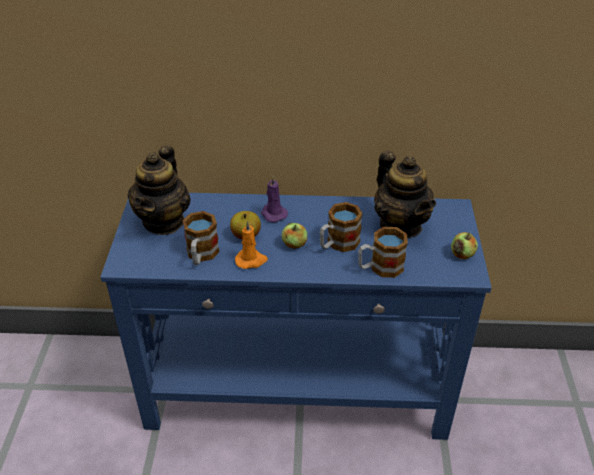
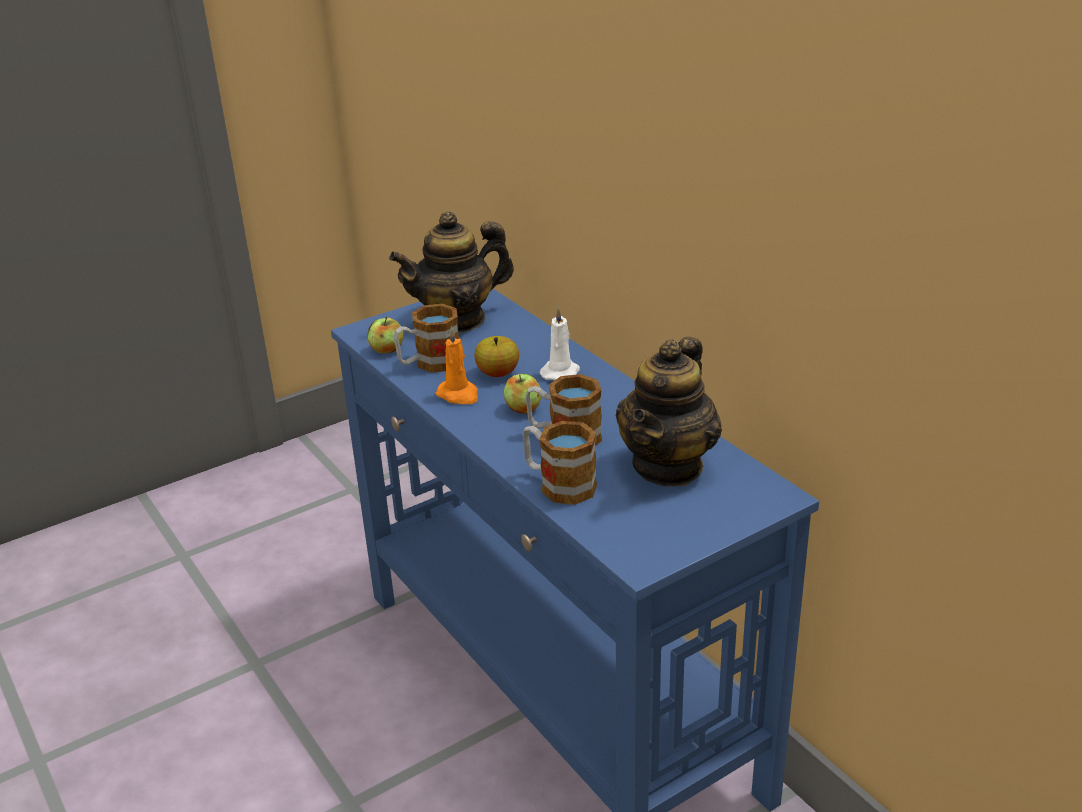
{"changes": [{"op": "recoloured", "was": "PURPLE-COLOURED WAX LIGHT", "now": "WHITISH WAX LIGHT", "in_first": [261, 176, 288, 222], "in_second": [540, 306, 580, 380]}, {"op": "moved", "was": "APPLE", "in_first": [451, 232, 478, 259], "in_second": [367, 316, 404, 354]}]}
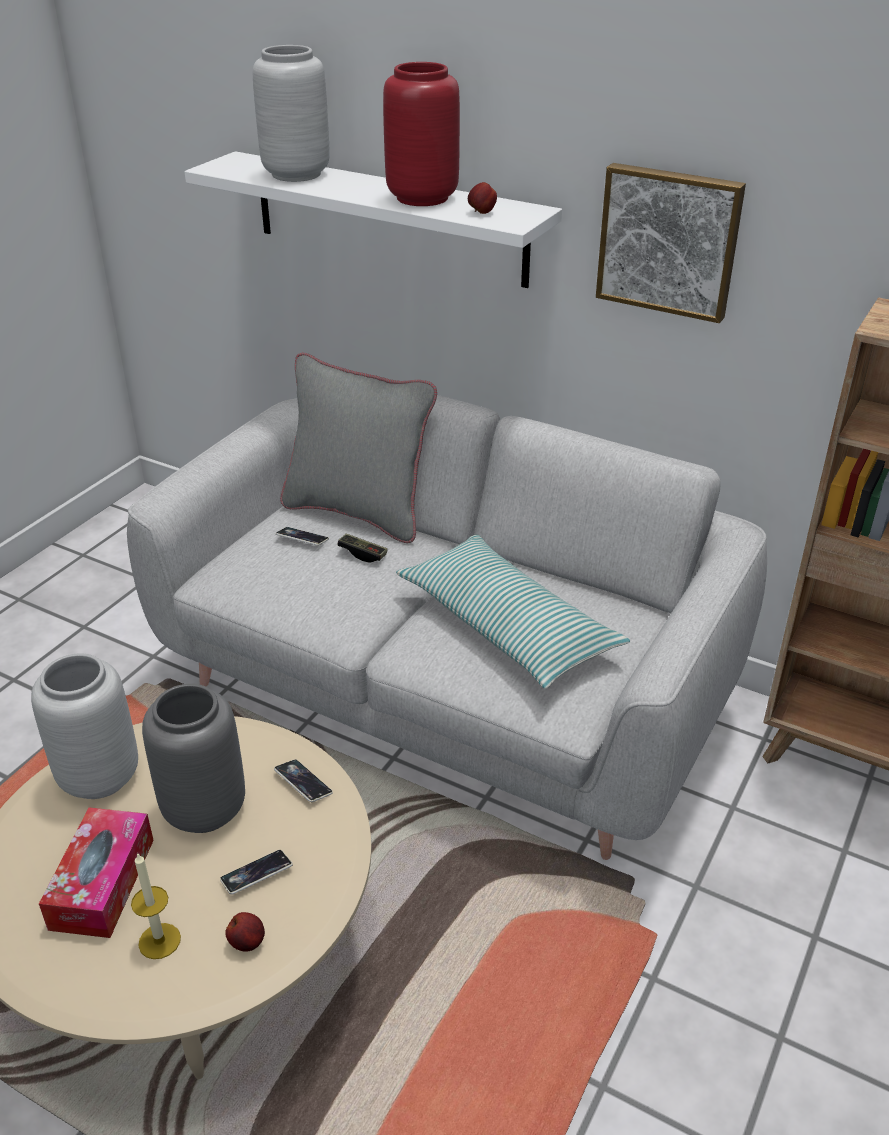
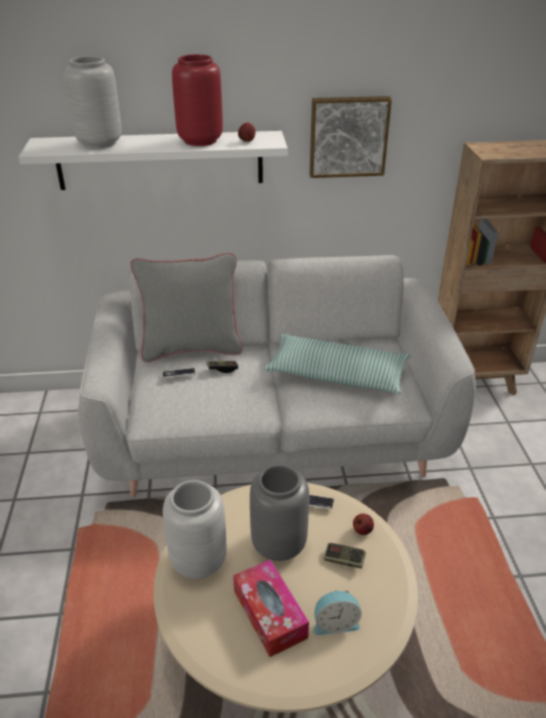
{"changes": [{"op": "replaced", "was": "WAX LIGHT", "now": "ALARM CLOCK", "in_first": [131, 853, 181, 959], "in_second": [314, 590, 362, 635]}, {"op": "replaced", "was": "HANDSET", "now": "GAMEPAD", "in_first": [220, 850, 293, 895], "in_second": [324, 543, 366, 569]}, {"op": "moved", "was": "APPLE", "in_first": [225, 912, 265, 952], "in_second": [353, 514, 374, 535]}]}
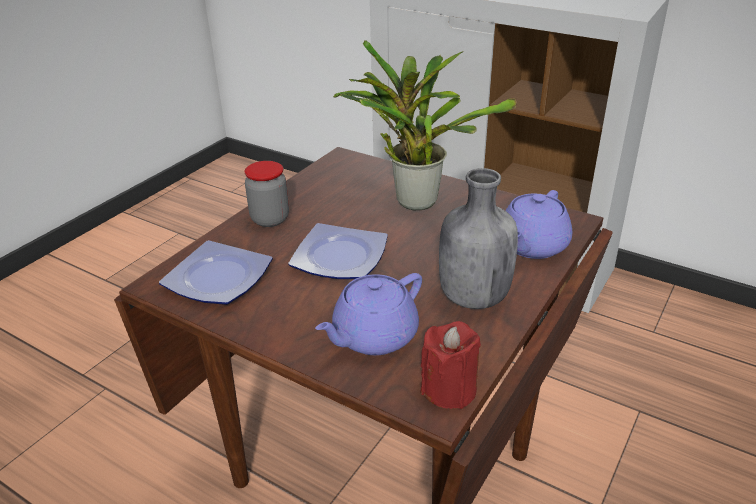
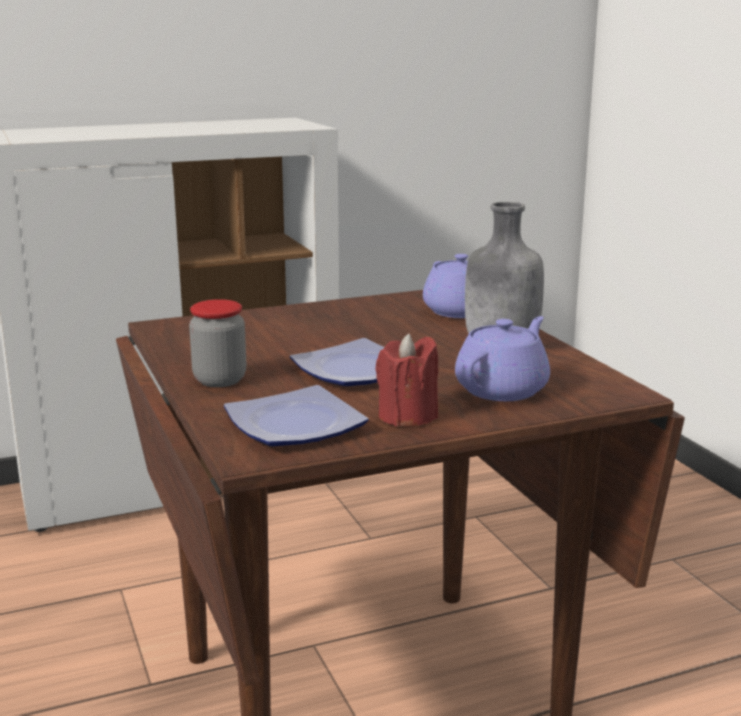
{"changes": [{"op": "turned", "was": "PURPLE-COLOURED TEA POT", "in_first": [315, 273, 422, 355], "in_second": [455, 316, 550, 401], "clockwise": -135}, {"op": "removed", "was": "POTTED PLANT", "in_first": [333, 40, 517, 210]}, {"op": "moved", "was": "RED WAX LIGHT", "in_first": [421, 321, 481, 409], "in_second": [375, 333, 438, 427]}]}
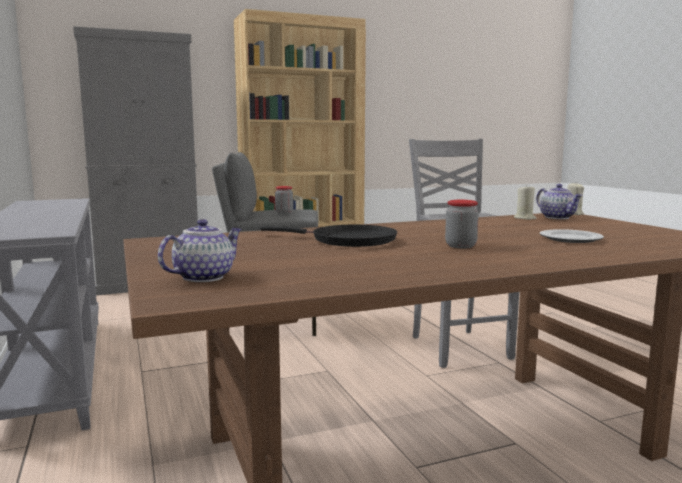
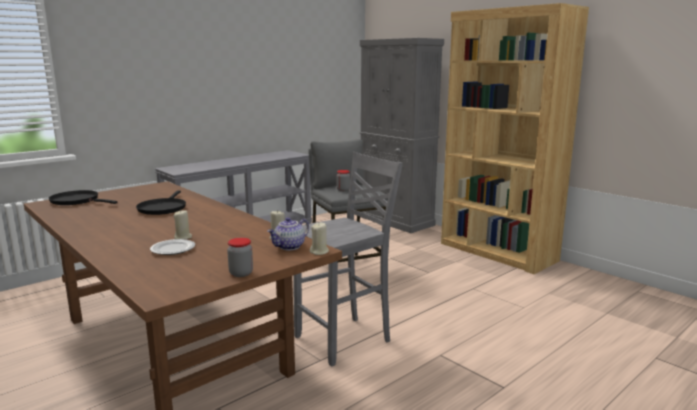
{"changes": [{"op": "replaced", "was": "TEA POT", "now": "BLACK-COLOURED FRYING PAN", "in_first": [158, 219, 242, 282], "in_second": [48, 190, 117, 205]}, {"op": "moved", "was": "JAR", "in_first": [445, 200, 479, 248], "in_second": [227, 238, 253, 277]}, {"op": "added", "now": "BEIGE WAX LIGHT", "in_second": [174, 210, 192, 239]}]}
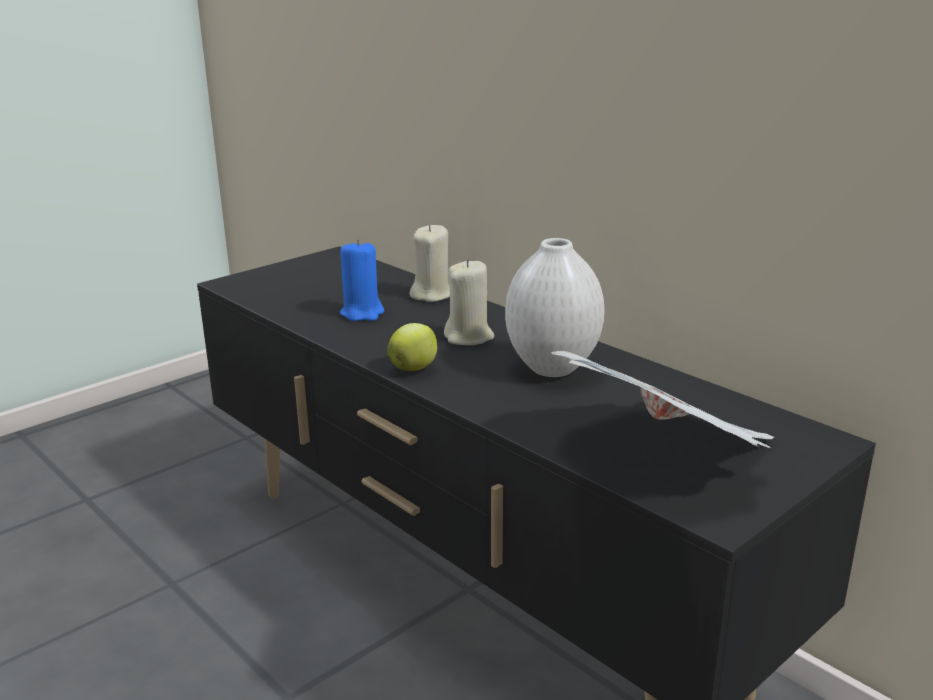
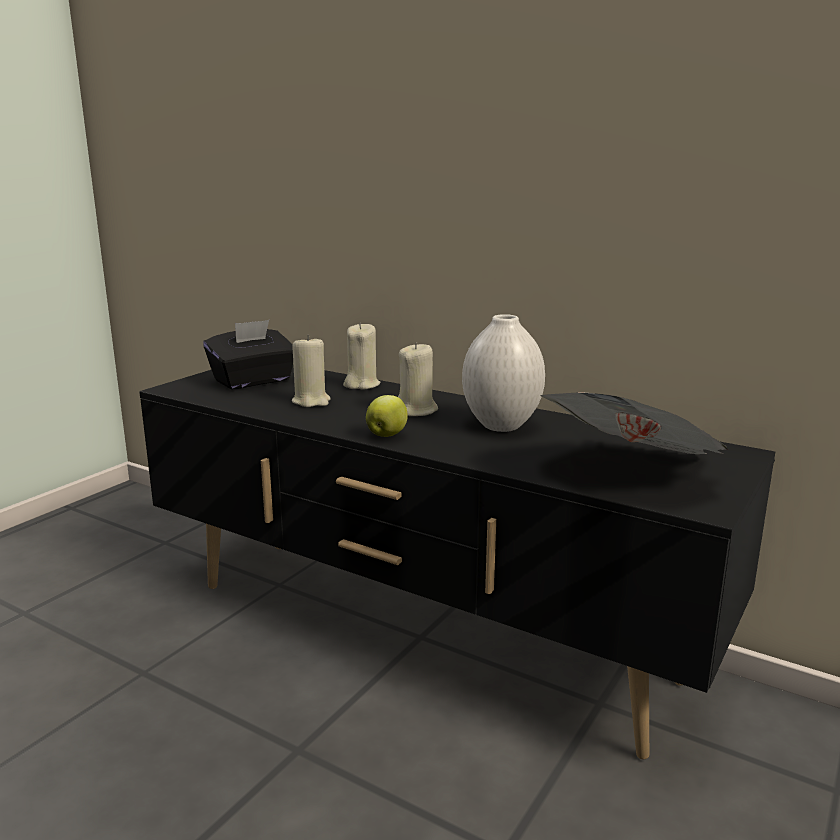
{"changes": [{"op": "recoloured", "was": "BLUE-COLOURED WAX LIGHT", "now": "BEIGE WAX LIGHT", "in_first": [340, 239, 384, 321], "in_second": [292, 335, 331, 407]}, {"op": "added", "now": "BLACK-COLOURED TISSUE HOLDER", "in_second": [203, 320, 293, 389]}]}
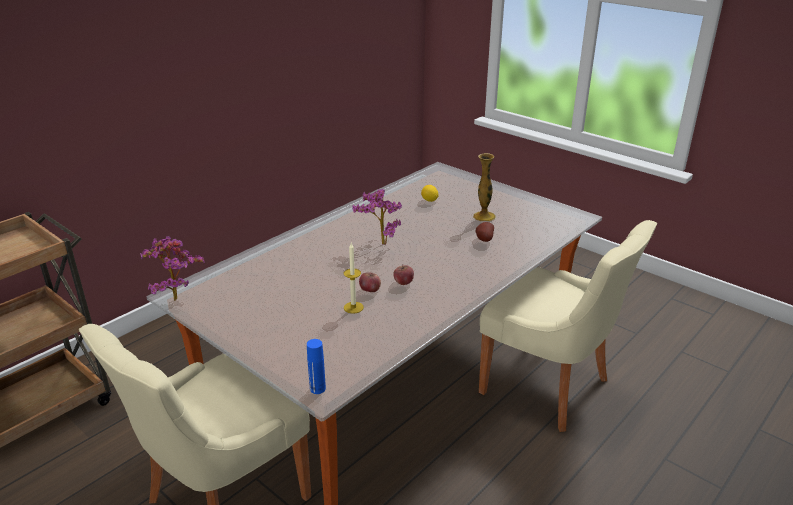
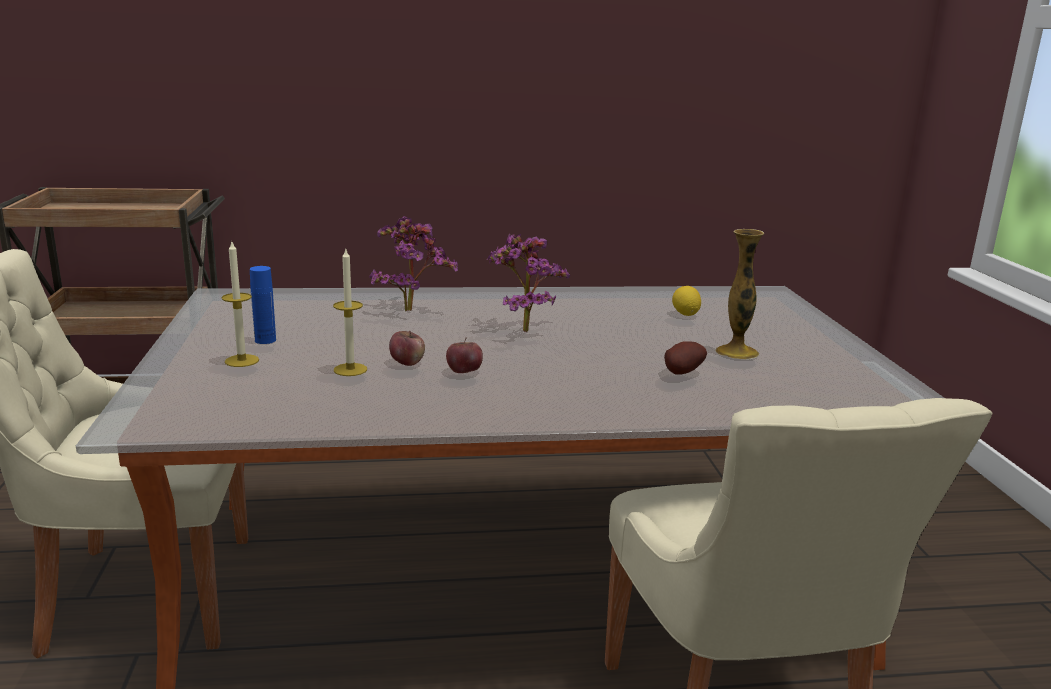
{"changes": [{"op": "moved", "was": "POTTED PLANT", "in_first": [140, 236, 205, 301], "in_second": [370, 216, 458, 311]}, {"op": "moved", "was": "BLUE-COLOURED BOTTLE", "in_first": [307, 339, 326, 394], "in_second": [250, 266, 276, 344]}, {"op": "added", "now": "WAX LIGHT", "in_second": [221, 242, 259, 367]}]}
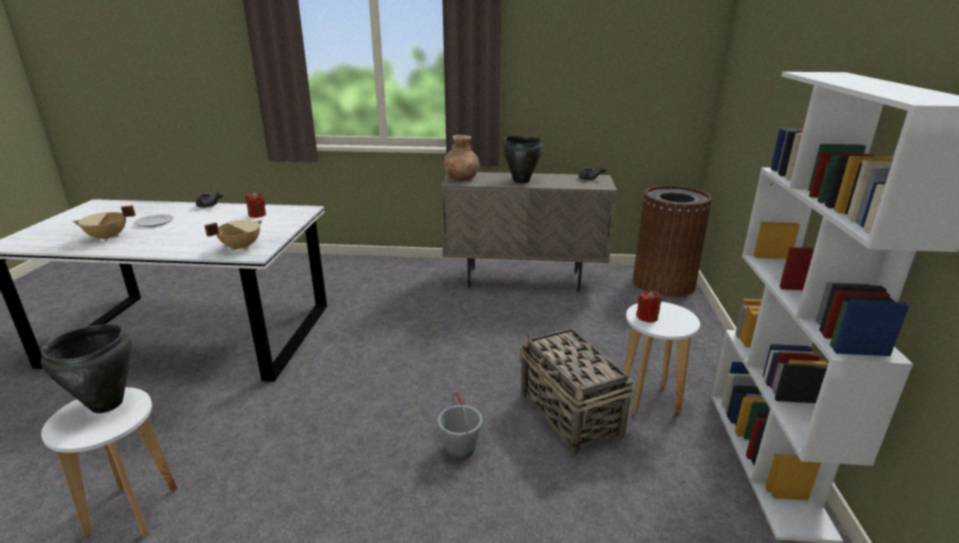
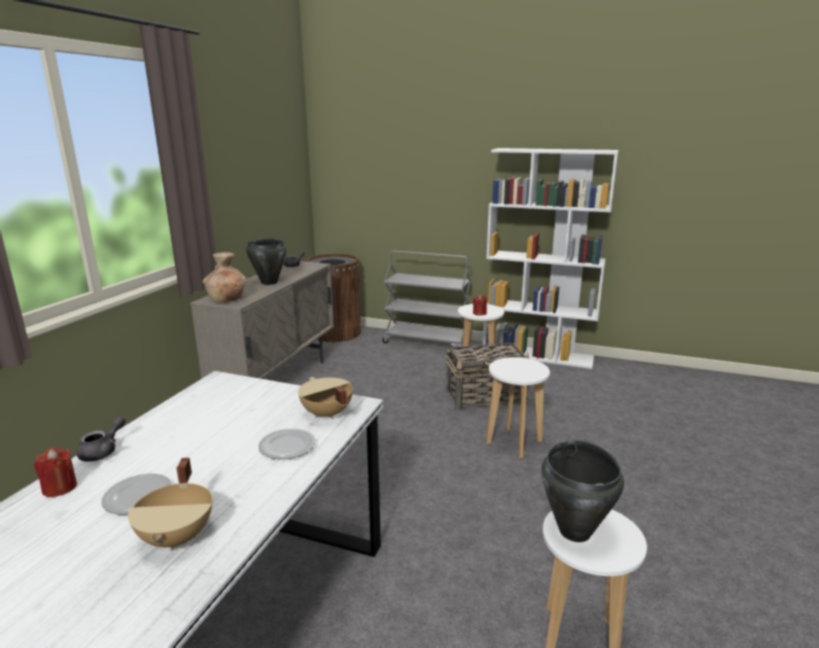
{"changes": [{"op": "moved", "was": "RED WAX LIGHT", "in_first": [245, 192, 266, 218], "in_second": [34, 448, 77, 498]}, {"op": "replaced", "was": "GREY PAIL", "now": "WHITISH STOOL SEAT", "in_first": [438, 391, 482, 459], "in_second": [486, 357, 550, 459]}, {"op": "added", "now": "FLAT DISH", "in_second": [258, 428, 316, 459]}, {"op": "added", "now": "GREY WHEELED CART", "in_second": [382, 251, 471, 347]}]}
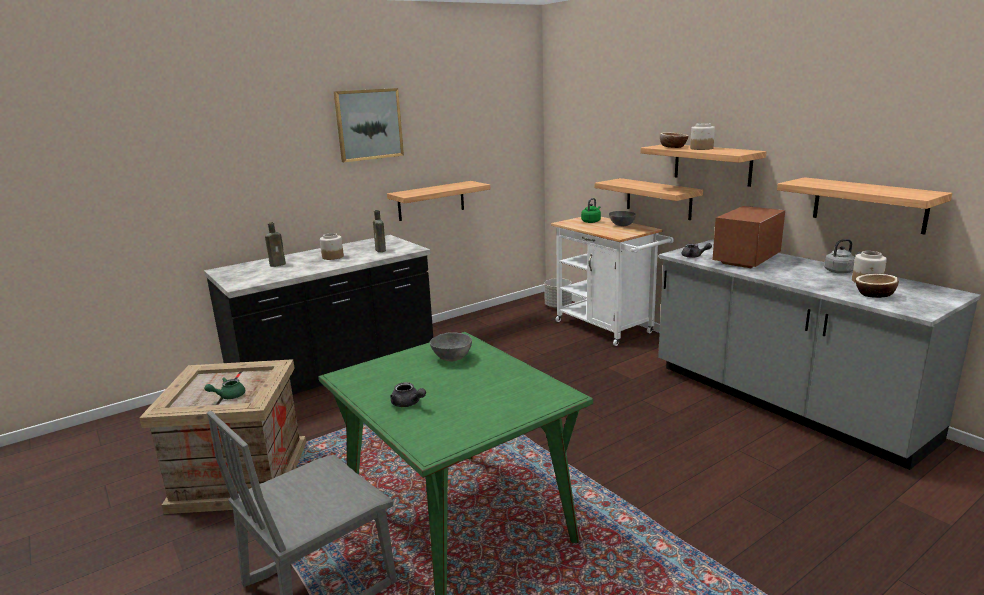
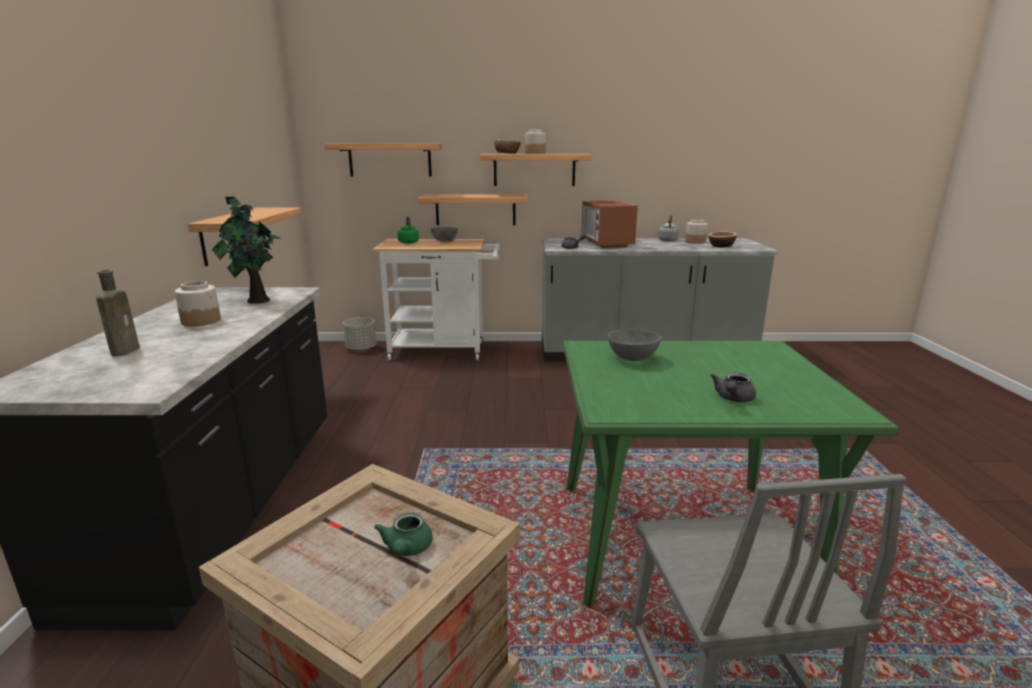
{"changes": [{"op": "removed", "was": "WALL ART", "in_first": [334, 88, 404, 162]}, {"op": "replaced", "was": "BROWN-COLOURED BOTTLE", "now": "POTTED PLANT", "in_first": [373, 210, 386, 252], "in_second": [212, 197, 280, 304]}, {"op": "turned", "was": "GREY TEA POT", "in_first": [390, 382, 426, 407], "in_second": [710, 373, 756, 402], "clockwise": 135}, {"op": "moved", "was": "SHELF", "in_first": [777, 177, 952, 235], "in_second": [324, 144, 442, 176]}]}
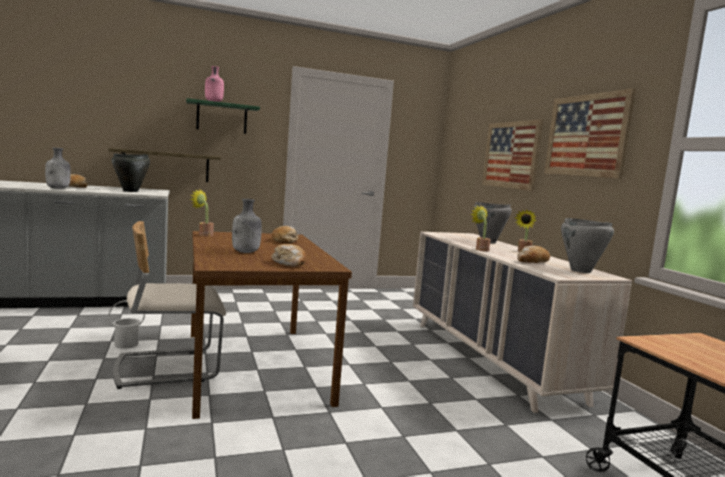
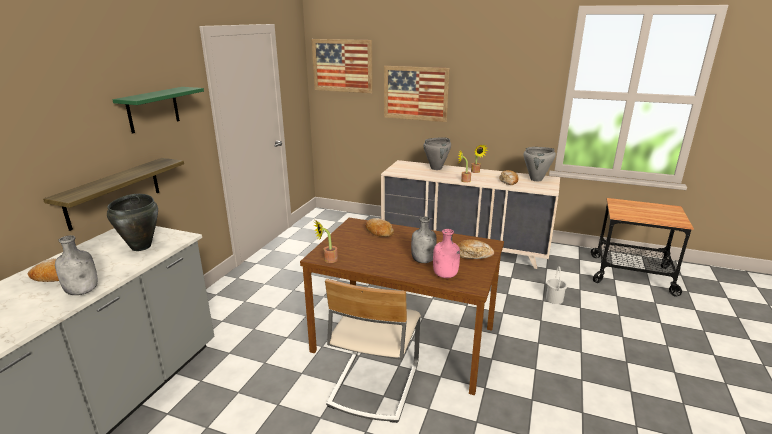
{"changes": [{"op": "moved", "was": "WHITISH PAIL", "in_first": [108, 300, 145, 349], "in_second": [546, 267, 568, 304]}, {"op": "moved", "was": "PINK BOTTLE", "in_first": [205, 66, 224, 102], "in_second": [433, 229, 460, 278]}, {"op": "moved", "was": "WALL ART", "in_first": [544, 89, 636, 179], "in_second": [312, 39, 373, 93]}]}
